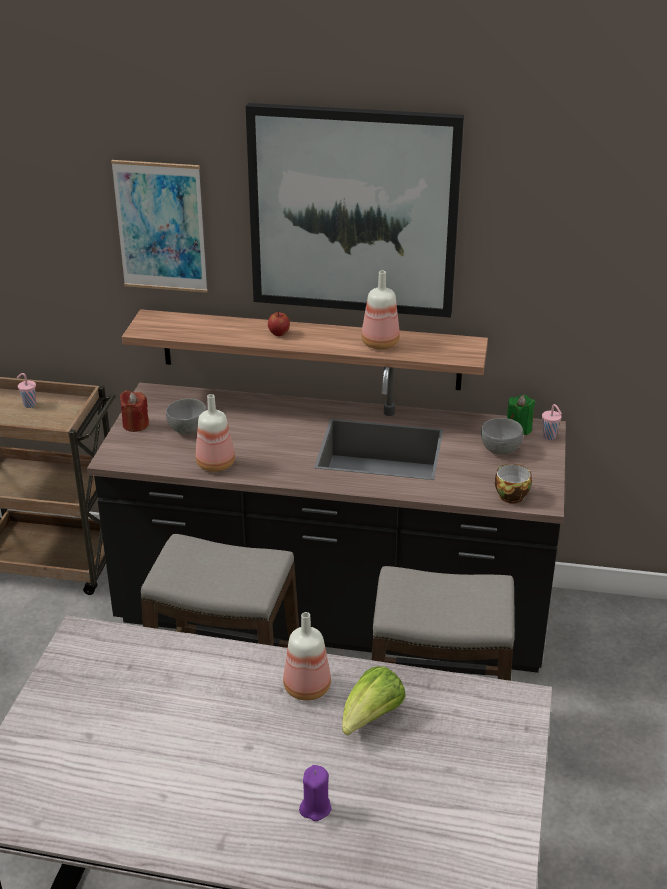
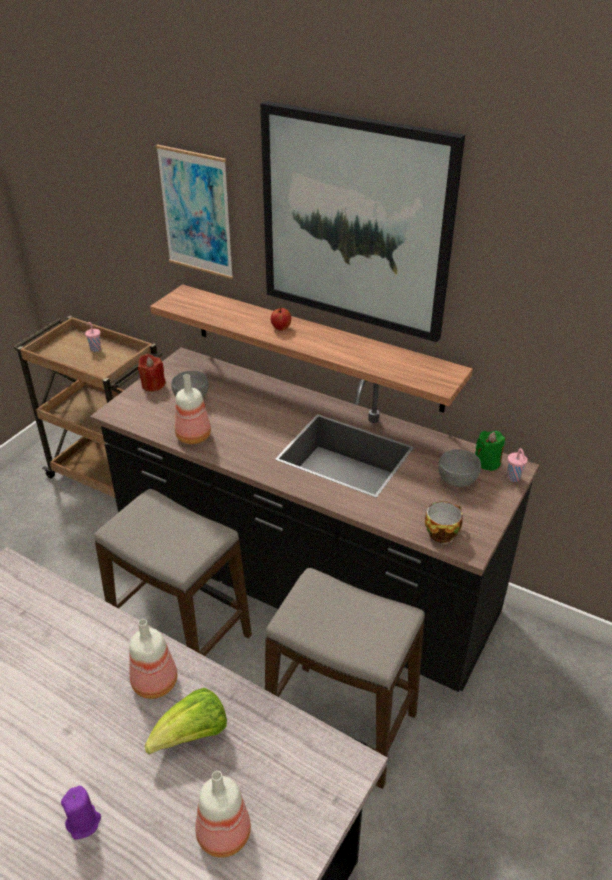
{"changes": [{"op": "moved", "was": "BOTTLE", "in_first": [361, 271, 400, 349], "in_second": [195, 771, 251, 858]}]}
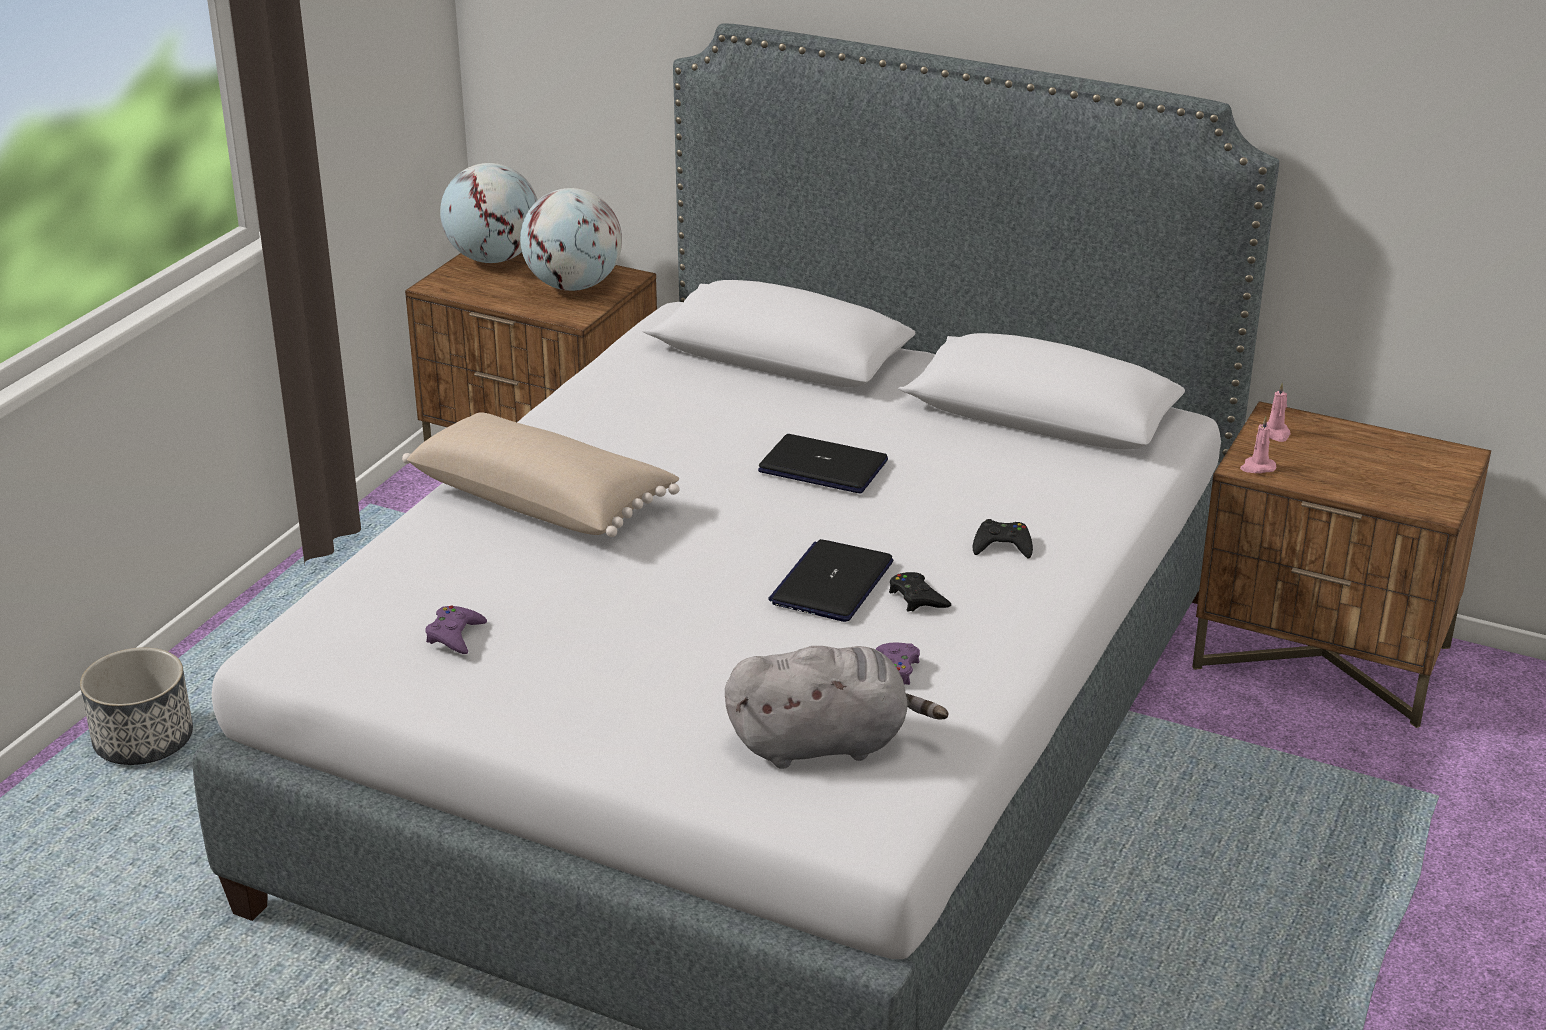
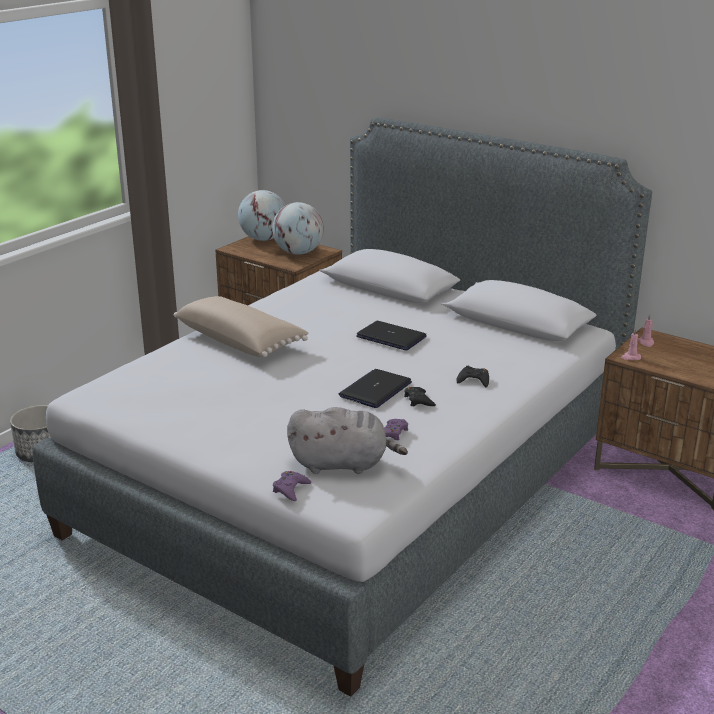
{"changes": [{"op": "moved", "was": "PURPLE-COLOURED GAMEPAD", "in_first": [425, 605, 487, 654], "in_second": [273, 471, 311, 501]}]}
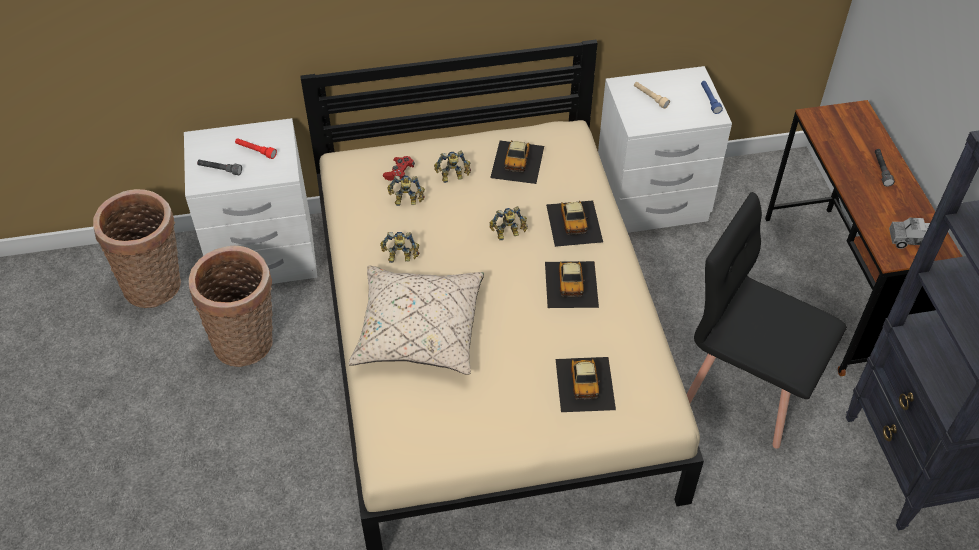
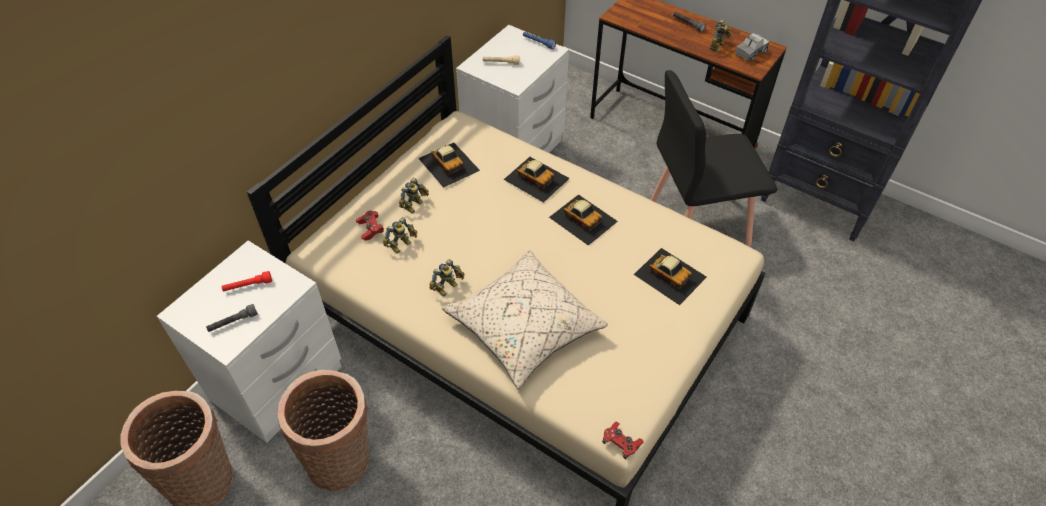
{"changes": [{"op": "moved", "was": "TOY ROBOT", "in_first": [489, 206, 528, 240], "in_second": [710, 20, 732, 53]}, {"op": "added", "now": "RED GAMEPAD", "in_second": [602, 422, 644, 459]}]}
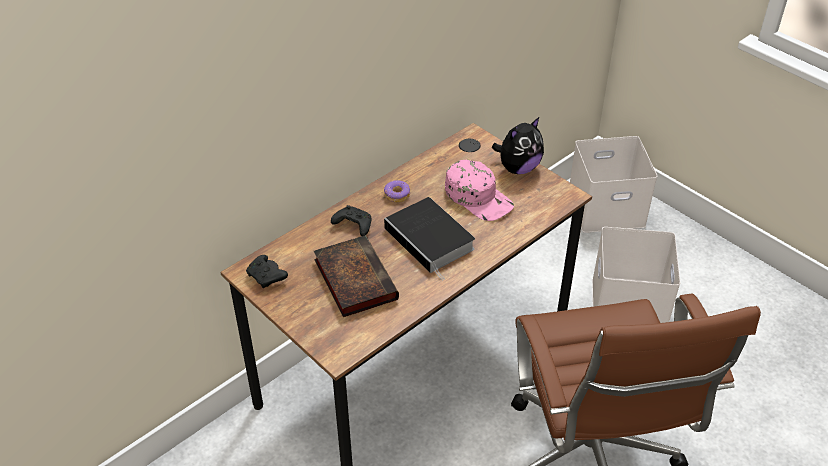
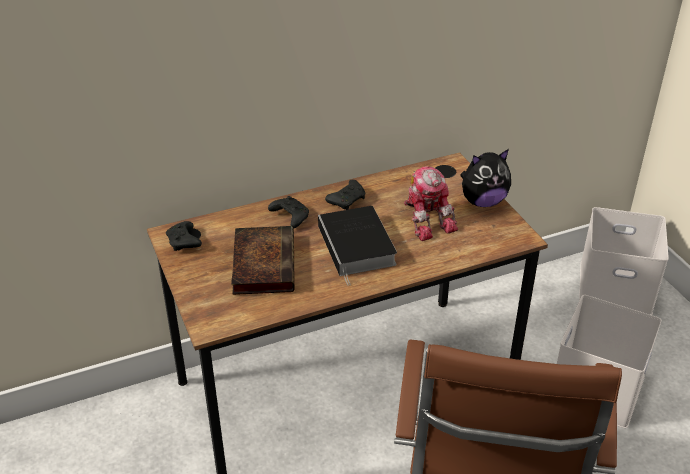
{"changes": [{"op": "replaced", "was": "DONUT", "now": "BLACK-COLOURED GAMEPAD", "in_first": [384, 180, 410, 202], "in_second": [325, 179, 366, 210]}, {"op": "replaced", "was": "PINK PEAKED CAP", "now": "TOY ROBOT", "in_first": [445, 160, 514, 221], "in_second": [404, 166, 458, 241]}]}
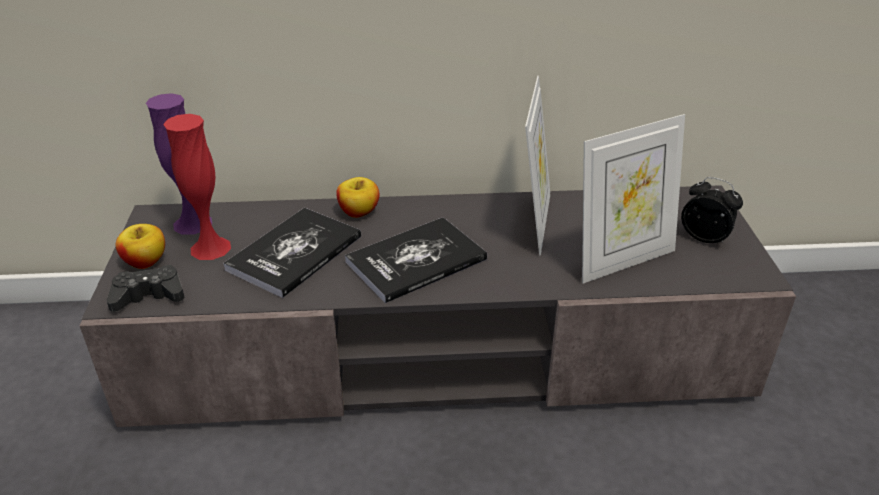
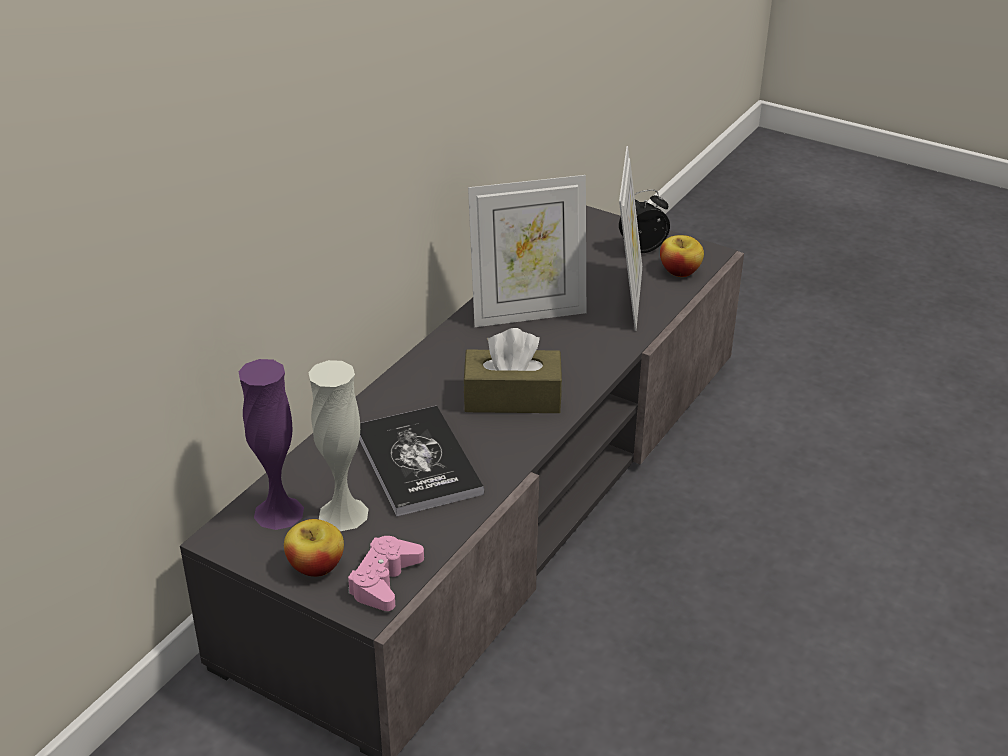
{"changes": [{"op": "recoloured", "was": "BLACK-COLOURED GAMEPAD", "now": "PINK GAMEPAD", "in_first": [107, 265, 184, 312], "in_second": [348, 536, 424, 611]}, {"op": "recoloured", "was": "RED DECORATIVE VASE", "now": "WHITISH DECORATIVE VASE", "in_first": [163, 114, 231, 260], "in_second": [308, 360, 369, 531]}, {"op": "moved", "was": "APPLE", "in_first": [336, 177, 380, 218], "in_second": [660, 235, 704, 277]}, {"op": "replaced", "was": "BOOK", "now": "BROWN-COLOURED TISSUE HOLDER", "in_first": [345, 217, 487, 303], "in_second": [463, 328, 562, 413]}, {"op": "turned", "was": "PHOTO FRAME", "in_first": [525, 76, 550, 255], "in_second": [468, 175, 586, 327], "clockwise": 120}]}
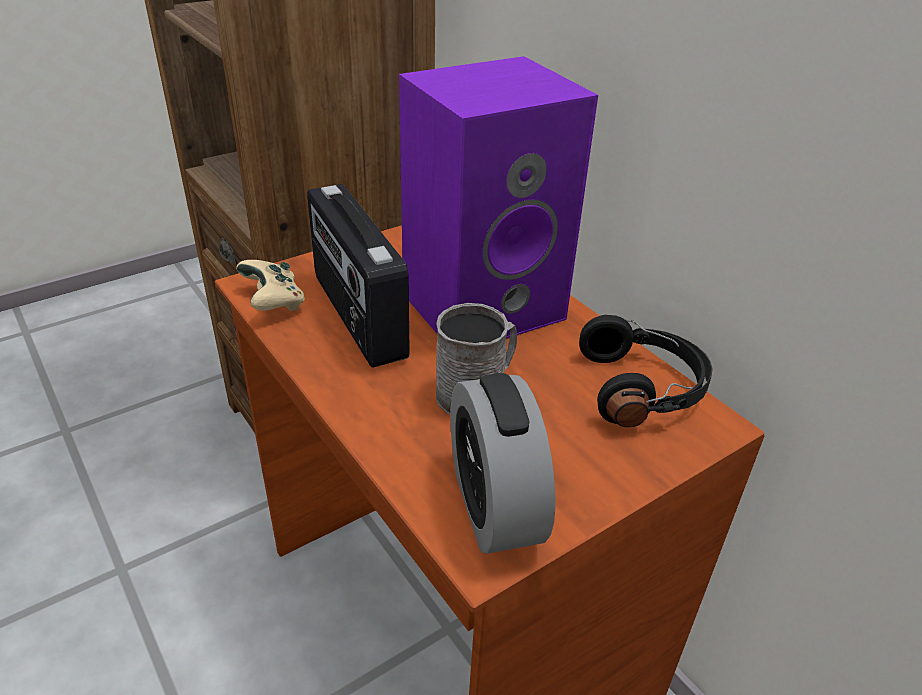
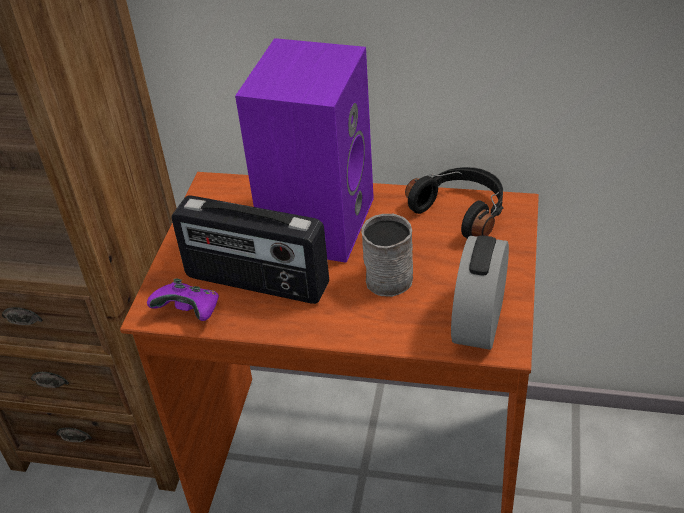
{"changes": [{"op": "recoloured", "was": "BEIGE GAMEPAD", "now": "PURPLE-COLOURED GAMEPAD", "in_first": [236, 260, 305, 311], "in_second": [147, 279, 219, 321]}, {"op": "turned", "was": "ALARM CLOCK", "in_first": [450, 373, 556, 554], "in_second": [451, 235, 509, 350], "clockwise": 75}]}
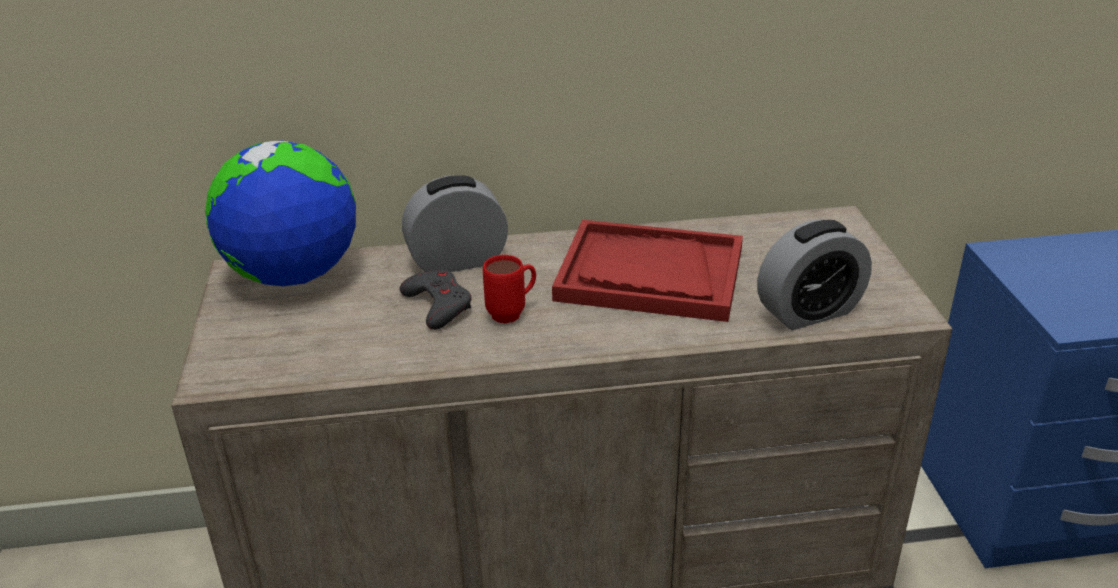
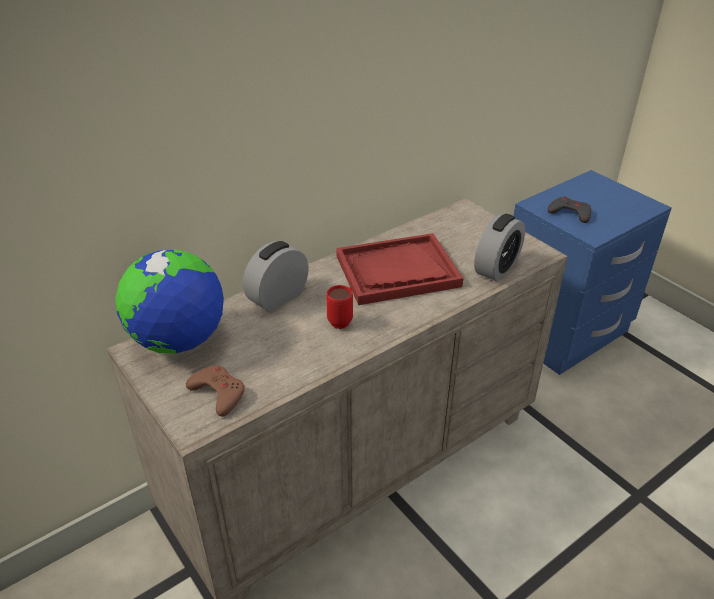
{"changes": [{"op": "moved", "was": "GREY GAMEPAD", "in_first": [399, 269, 472, 330], "in_second": [548, 196, 591, 223]}, {"op": "added", "now": "BROWN-COLOURED GAMEPAD", "in_second": [186, 365, 245, 417]}]}
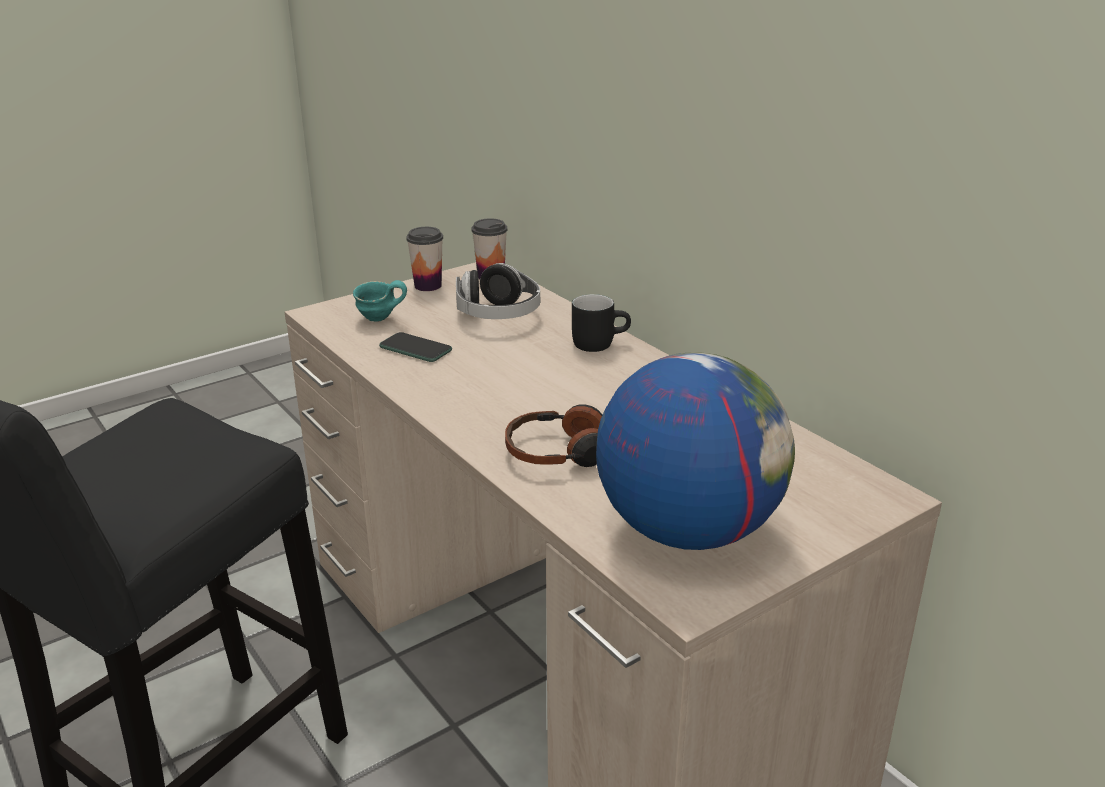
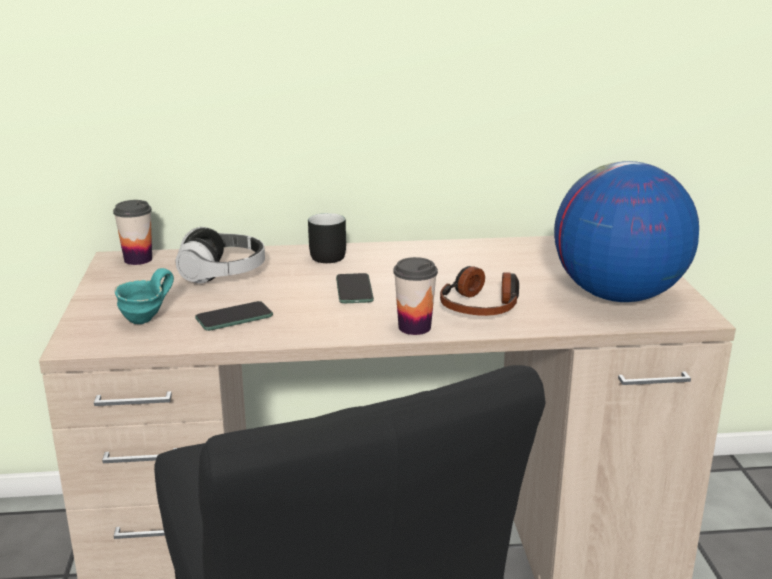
{"changes": [{"op": "moved", "was": "SMALL CUP", "in_first": [406, 227, 443, 291], "in_second": [393, 257, 438, 335]}, {"op": "added", "now": "HANDSET", "in_second": [336, 273, 374, 303]}]}
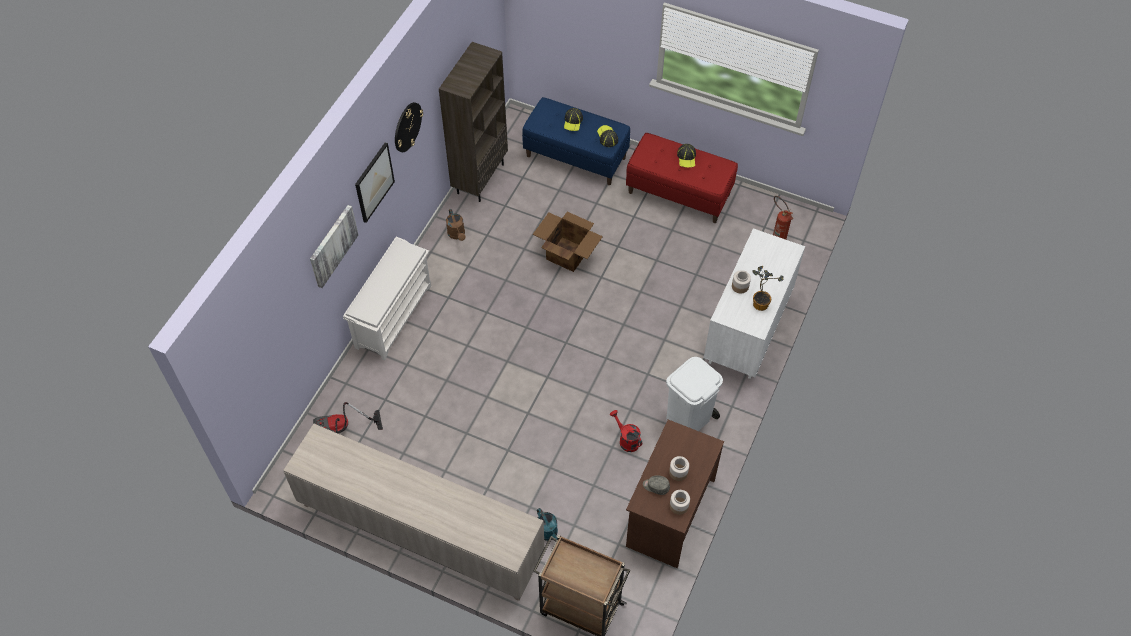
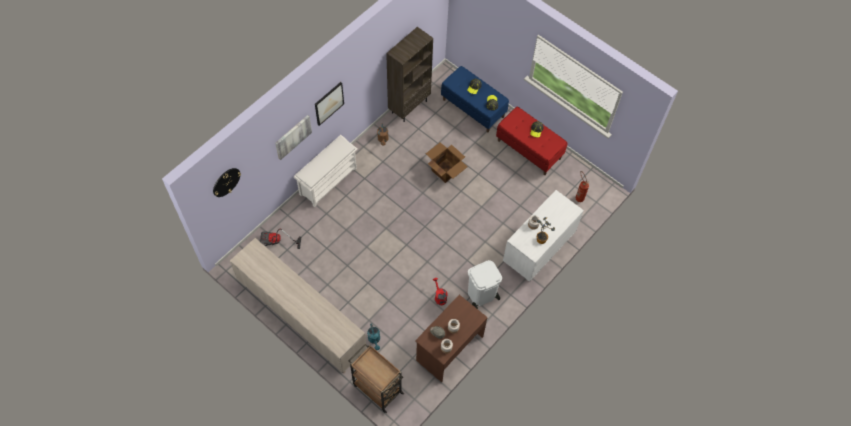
{"changes": [{"op": "moved", "was": "WALL CLOCK", "in_first": [395, 102, 423, 152], "in_second": [213, 168, 241, 197]}]}
